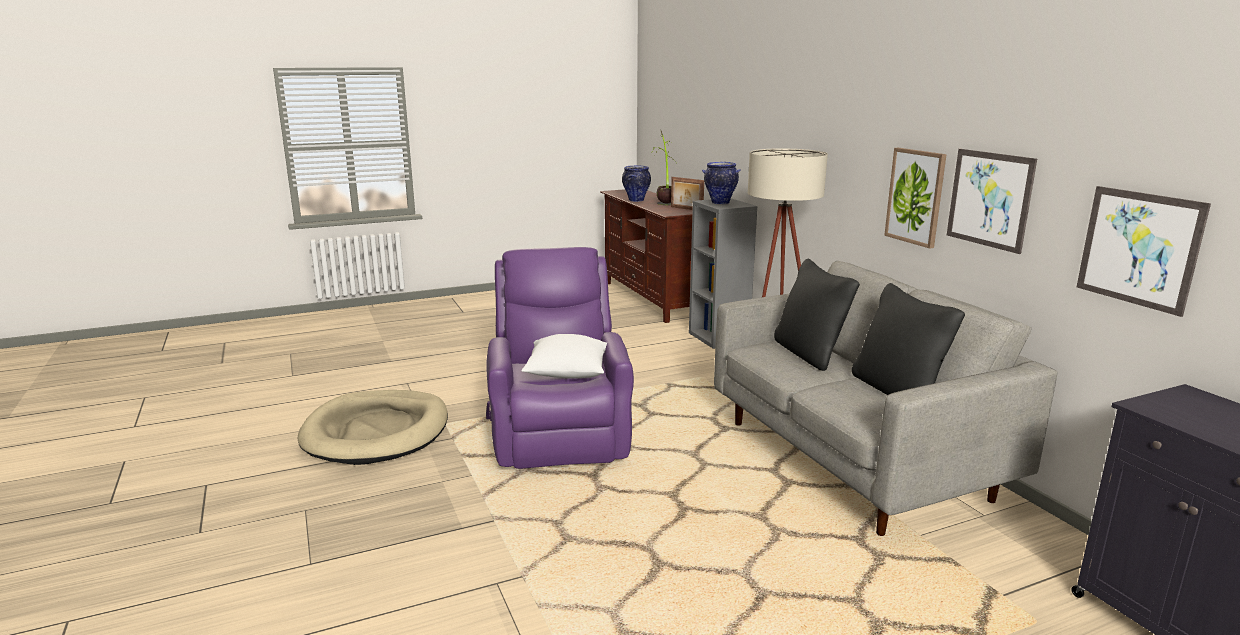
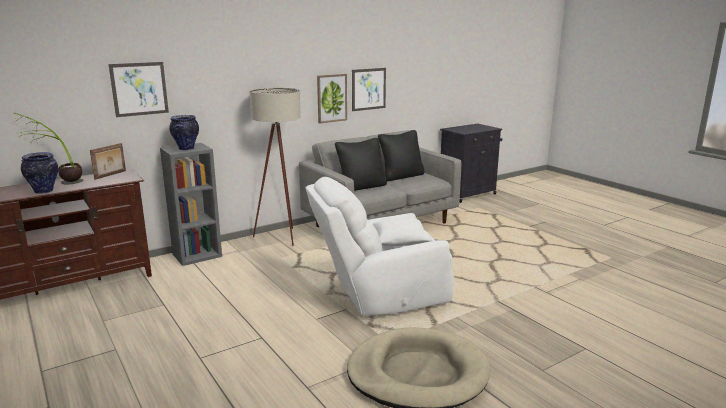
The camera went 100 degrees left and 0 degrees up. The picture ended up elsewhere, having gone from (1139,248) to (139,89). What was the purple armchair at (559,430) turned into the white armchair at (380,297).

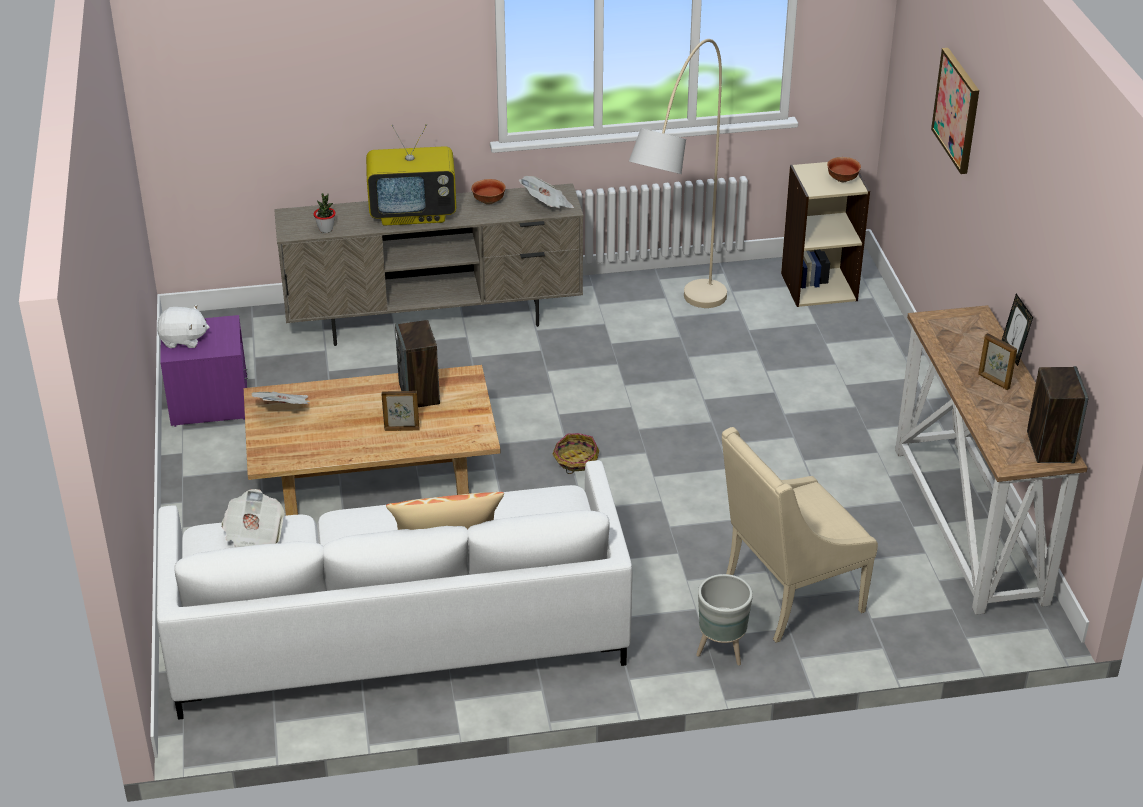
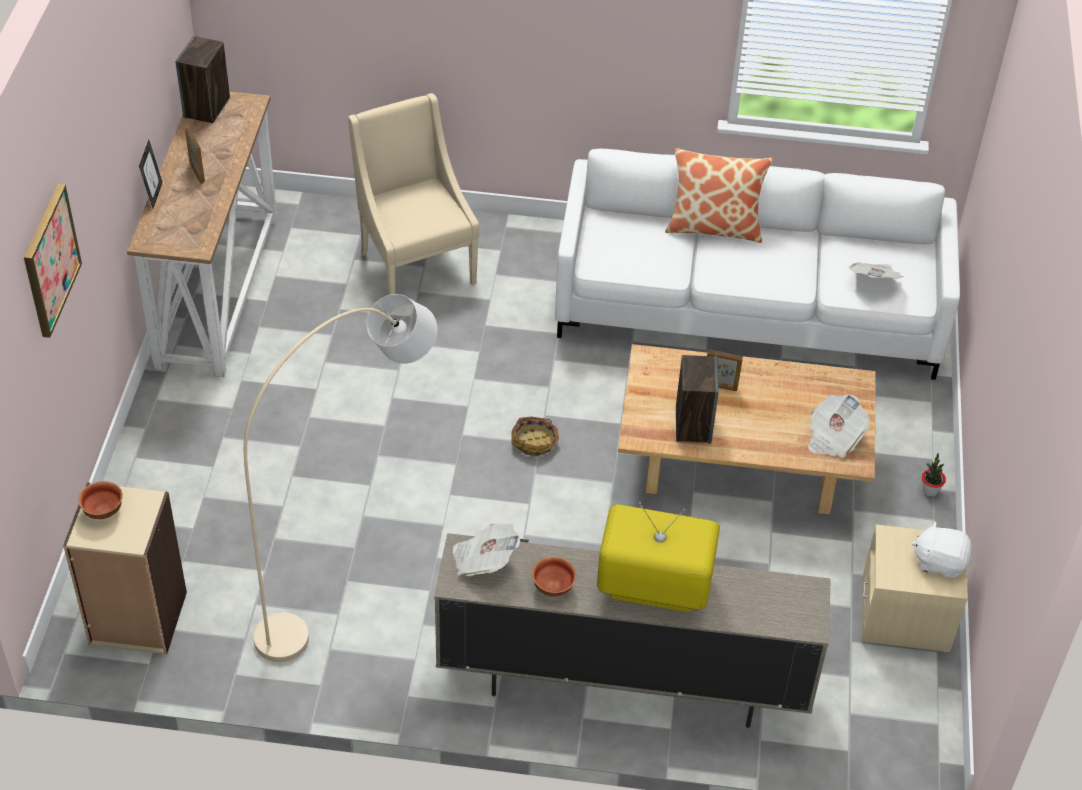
The camera went 165 degrees left and 10 degrees up. The second view lost the grey planter at (721,652). The potted plant ended up elsewhere, having gone from (326,229) to (930,491). What was the purple nightstand at (209,402) turned into the beige nightstand at (905,616). The beige armchair at (788,597) ended up facing another way, 105 degrees counterclockwise from before.

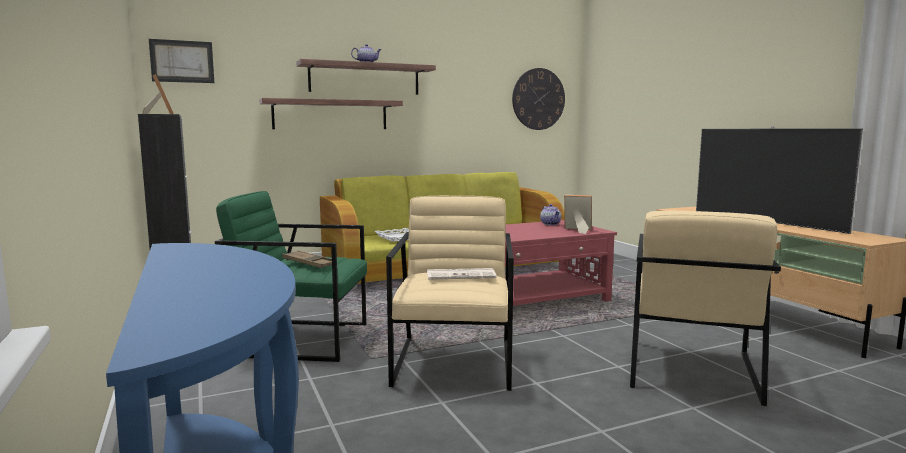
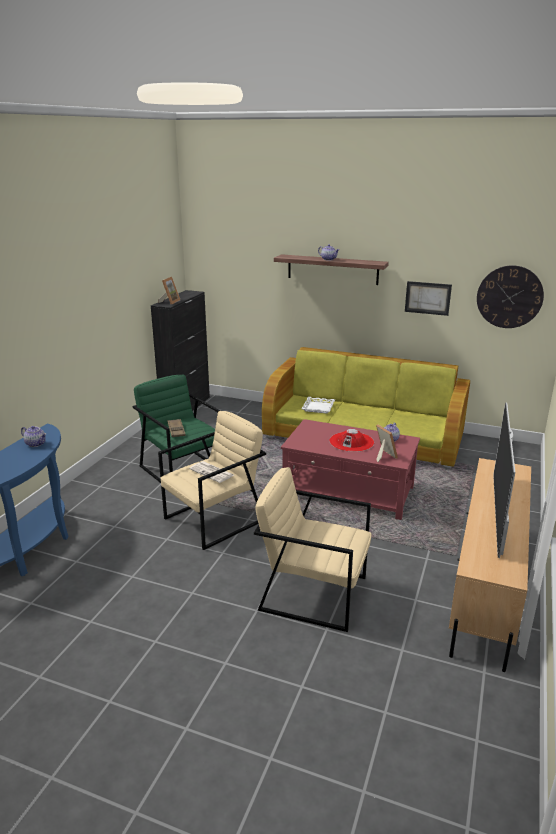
The camera went 45 degrees right and 15 degrees up. The second view lost the shelf at (330,114). The second view gained the teapot at (36,444). The second view gained the red hat at (351,442). The picture ended up elsewhere, having gone from (182,61) to (427,298). The beige armchair at (690,370) ended up facing another way, 45 degrees clockwise from before.

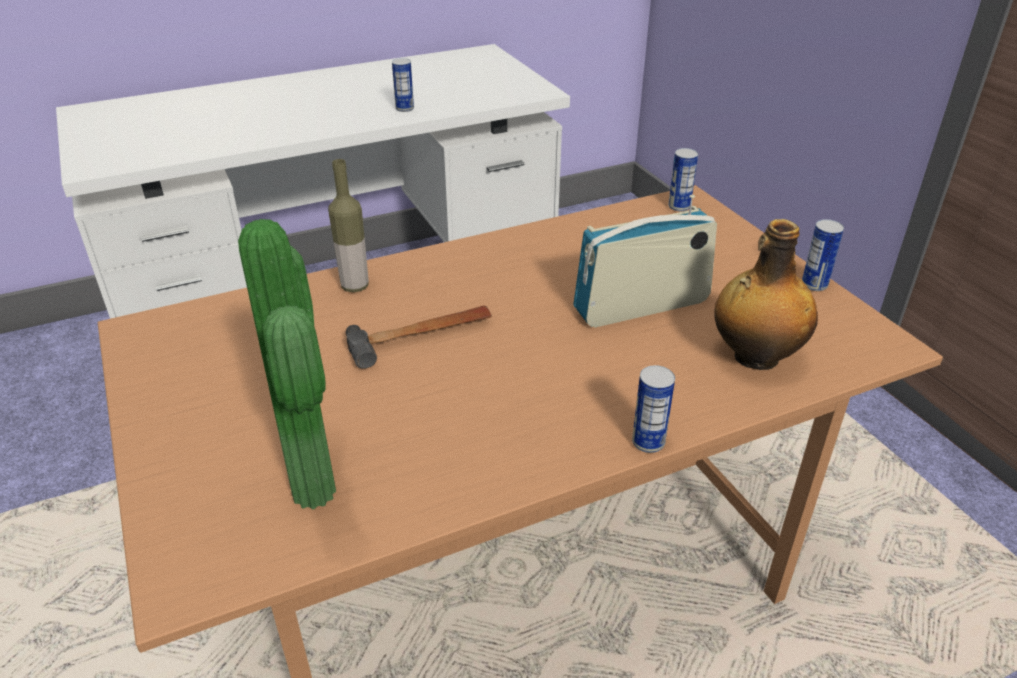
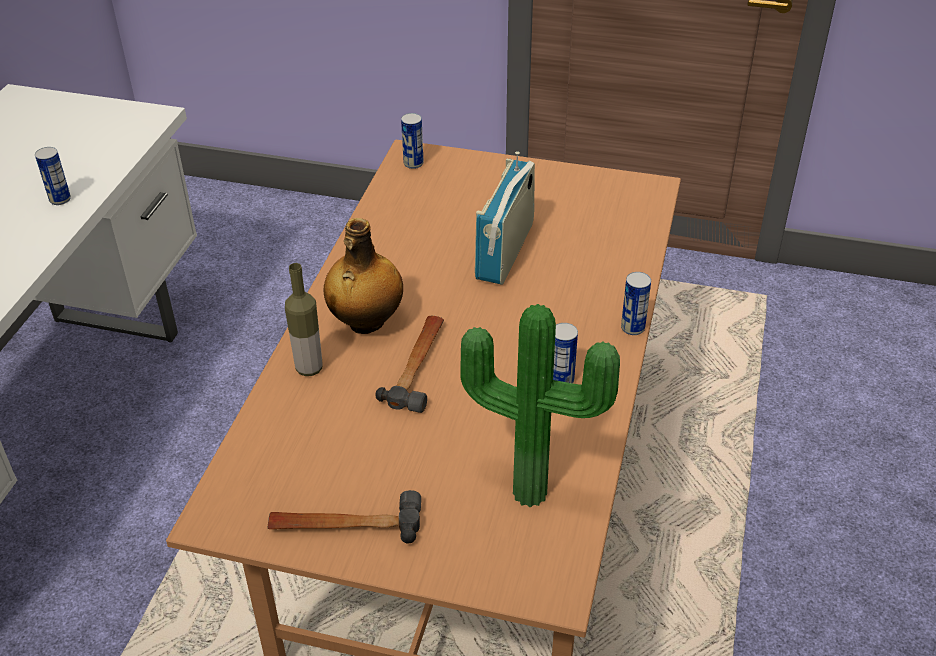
The camera went 50 degrees left and 5 degrees up. The second view gained the hammer at (345,524). The bottle ended up elsewhere, having gone from (754,357) to (365,323). The can ended up elsewhere, having gone from (814,285) to (561,380).

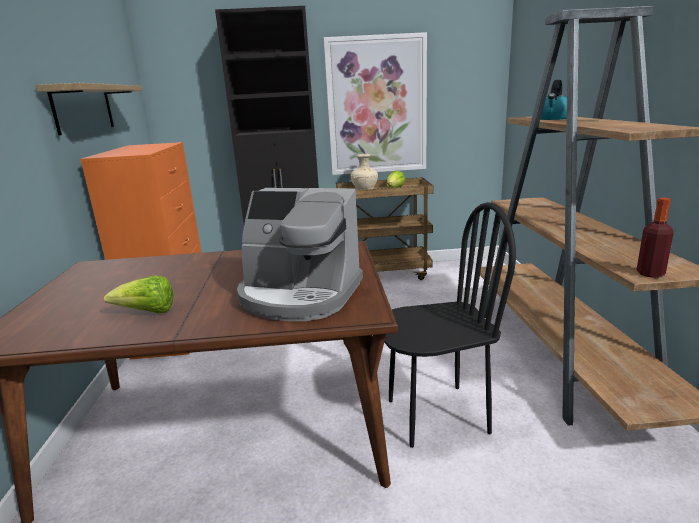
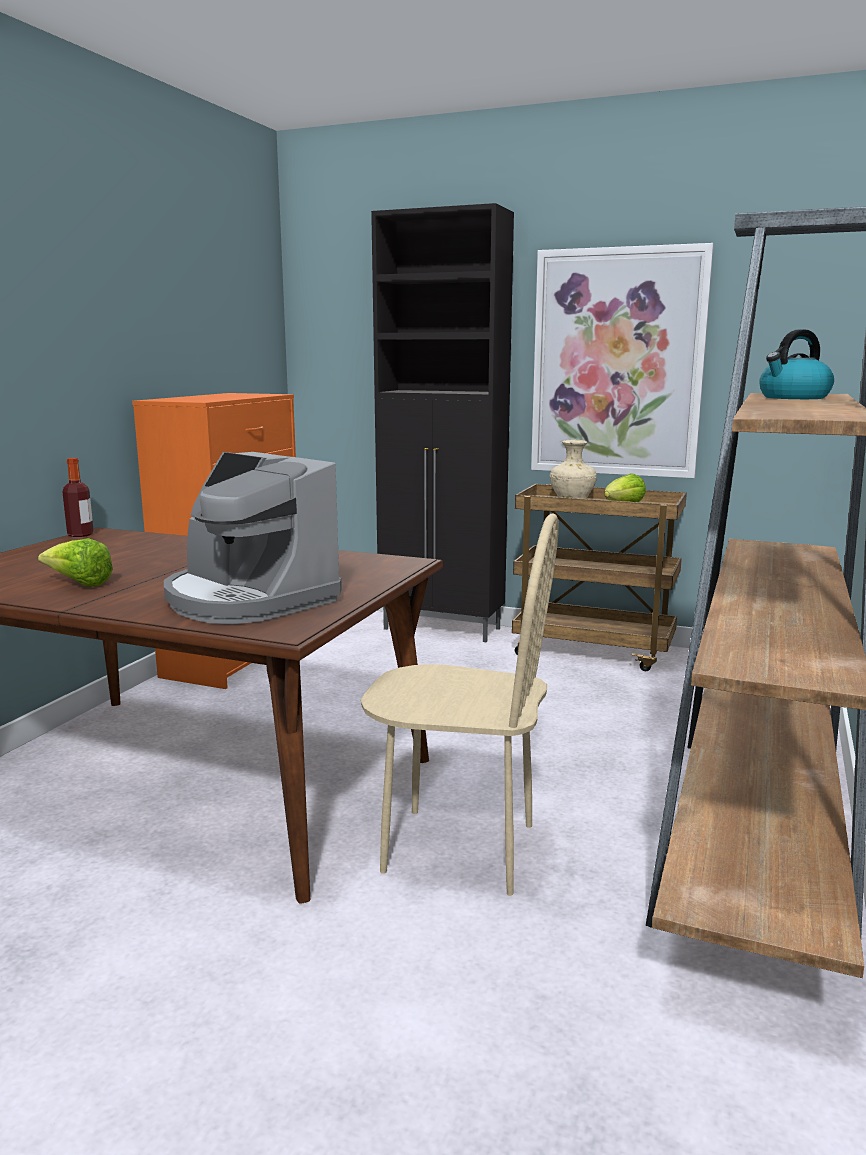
The camera went 25 degrees right and 5 degrees down. The second view lost the shelf at (83,108). The bottle ended up elsewhere, having gone from (650,274) to (80,535). What was the black chair at (437,415) turned into the beige chair at (459,848).

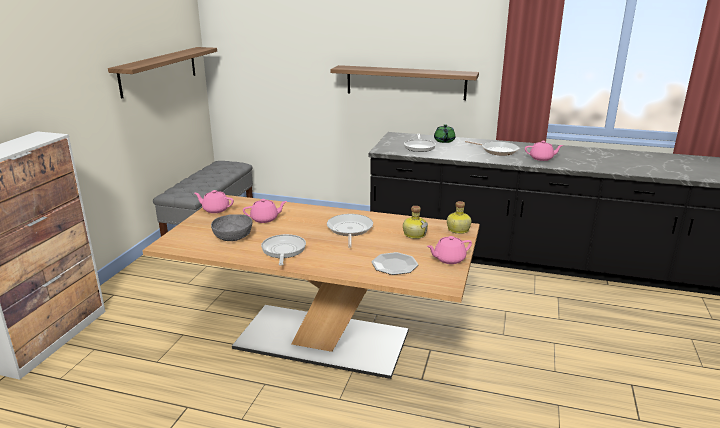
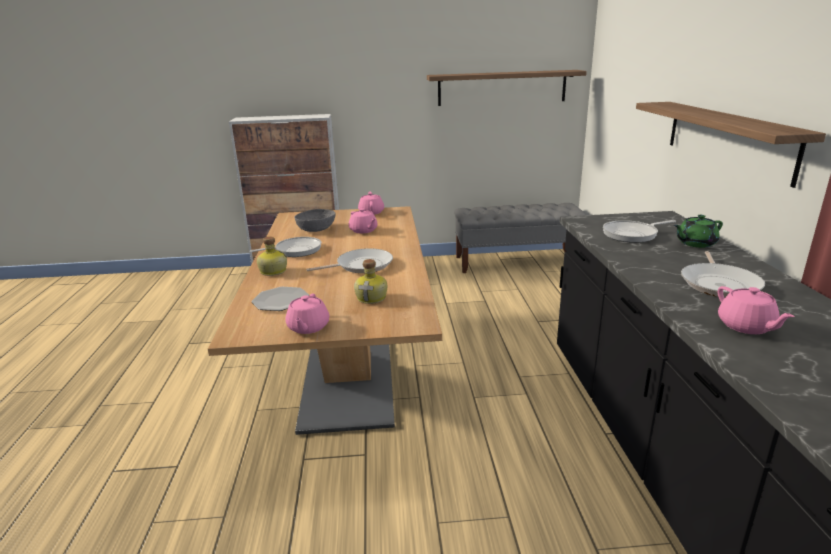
The camera went 70 degrees right and 0 degrees up. The bottle ended up elsewhere, having gone from (458,230) to (272,271). The pink teapot at (448,259) ended up facing another way, 135 degrees counterclockwise from before.

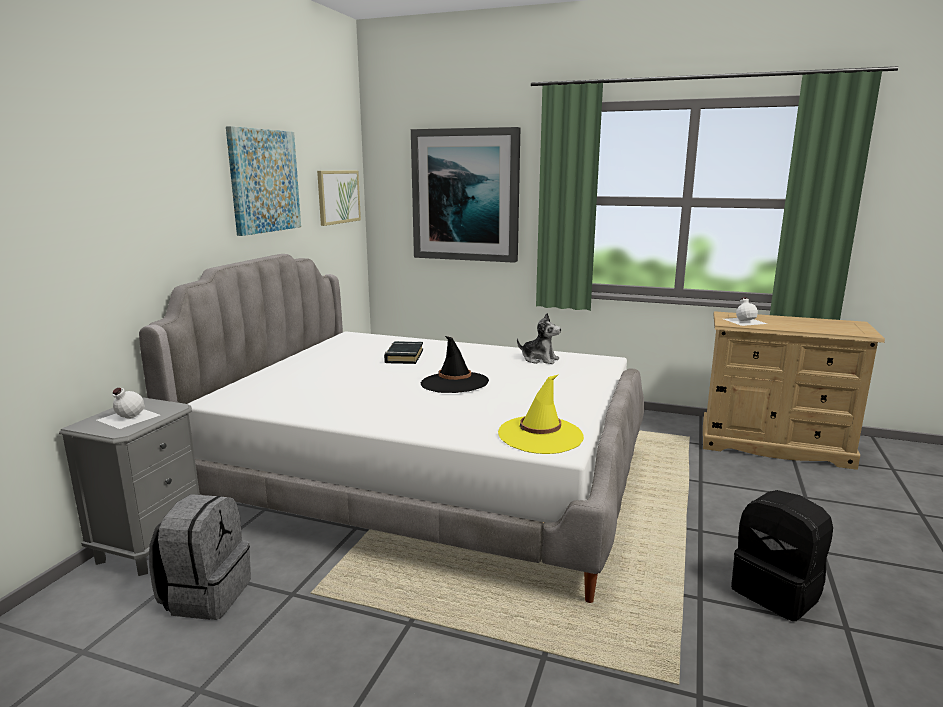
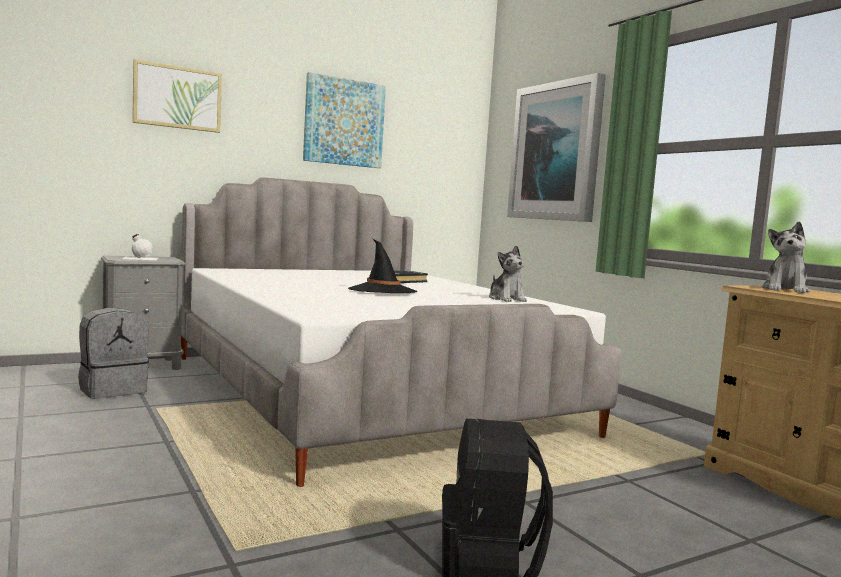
The camera went 40 degrees right and 10 degrees down. The second view lost the yellow hat at (540,435). The picture ended up elsewhere, having gone from (338,197) to (177,97). Where the white bottle stood at (744,321), the plush toy came to stand at (785,290).

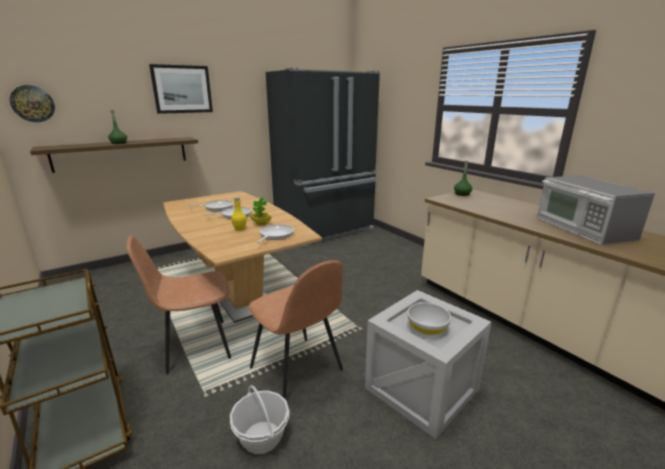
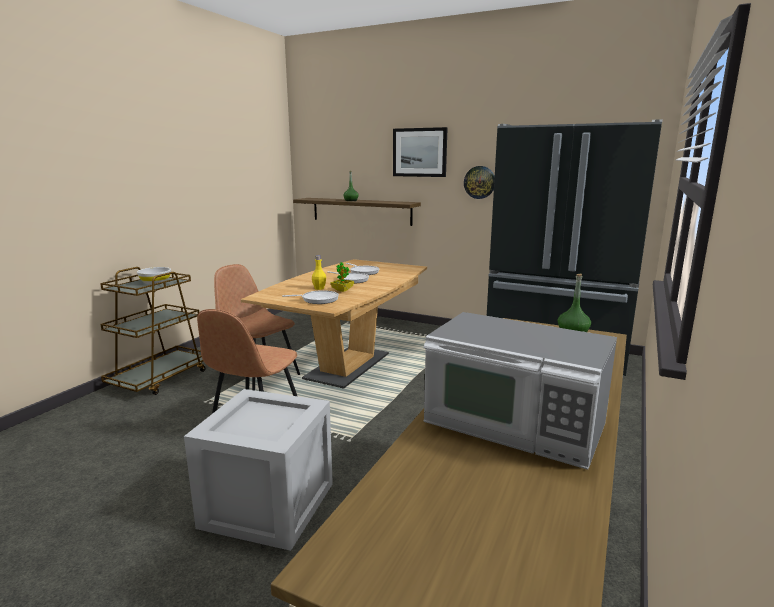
The camera went 60 degrees right and 5 degrees down. The second view lost the basket at (261,437). The wall clock ended up elsewhere, having gone from (33,104) to (479,182). The white bowl ended up elsewhere, having gone from (427,329) to (155,283). The microwave at (582,228) ended up facing another way, 105 degrees counterclockwise from before.

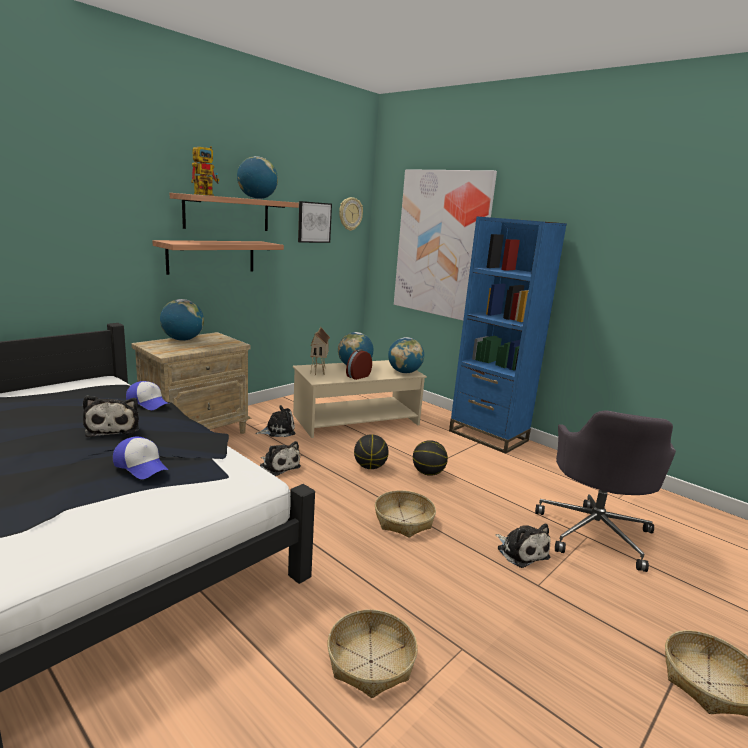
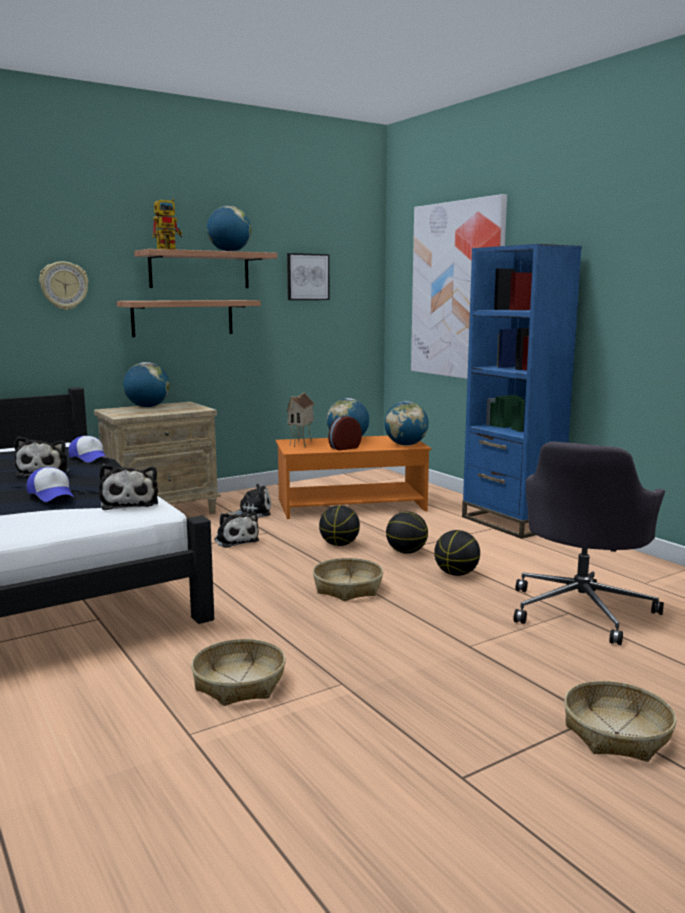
The camera went 15 degrees right and 5 degrees down. The second view gained the basketball at (456,574). The wall clock ended up elsewhere, having gone from (350,214) to (64,285). The plush toy ended up elsewhere, having gone from (521,552) to (130,503). What was the beige coffee table at (355,420) turned into the orange coffee table at (350,505).

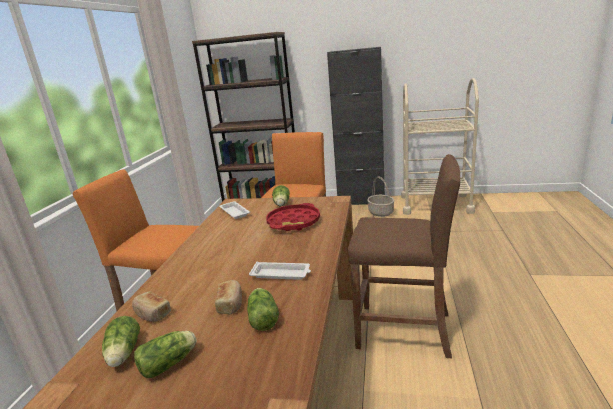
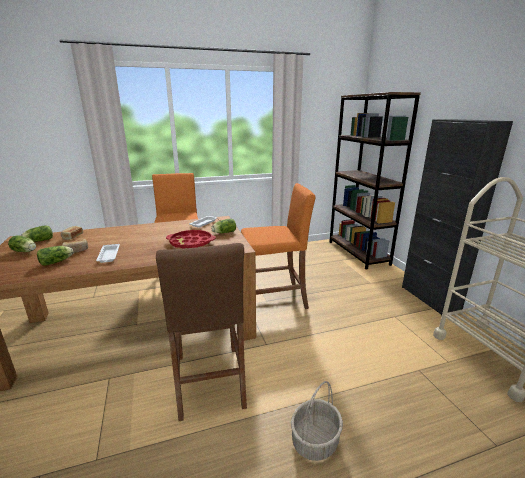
The camera went 60 degrees right and 0 degrees up. The basket ended up elsewhere, having gone from (381,212) to (315,441).

